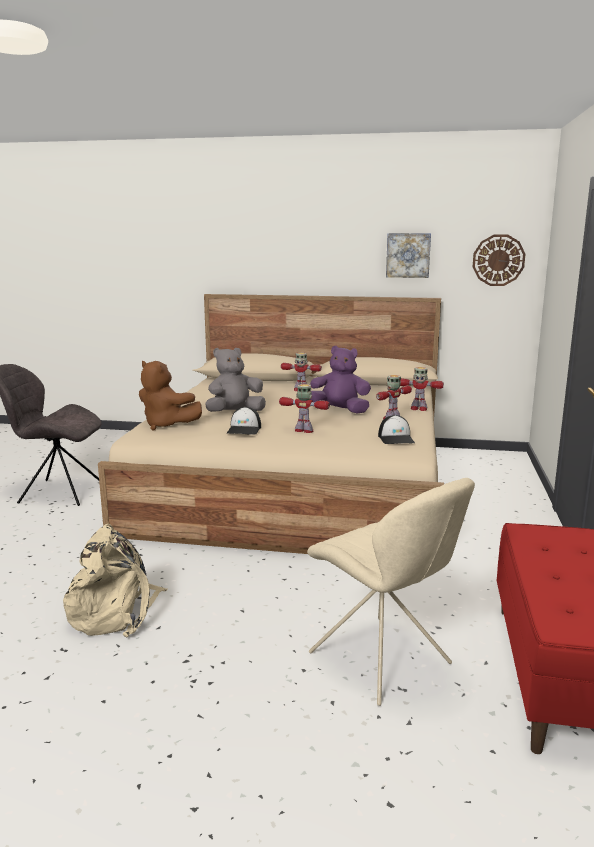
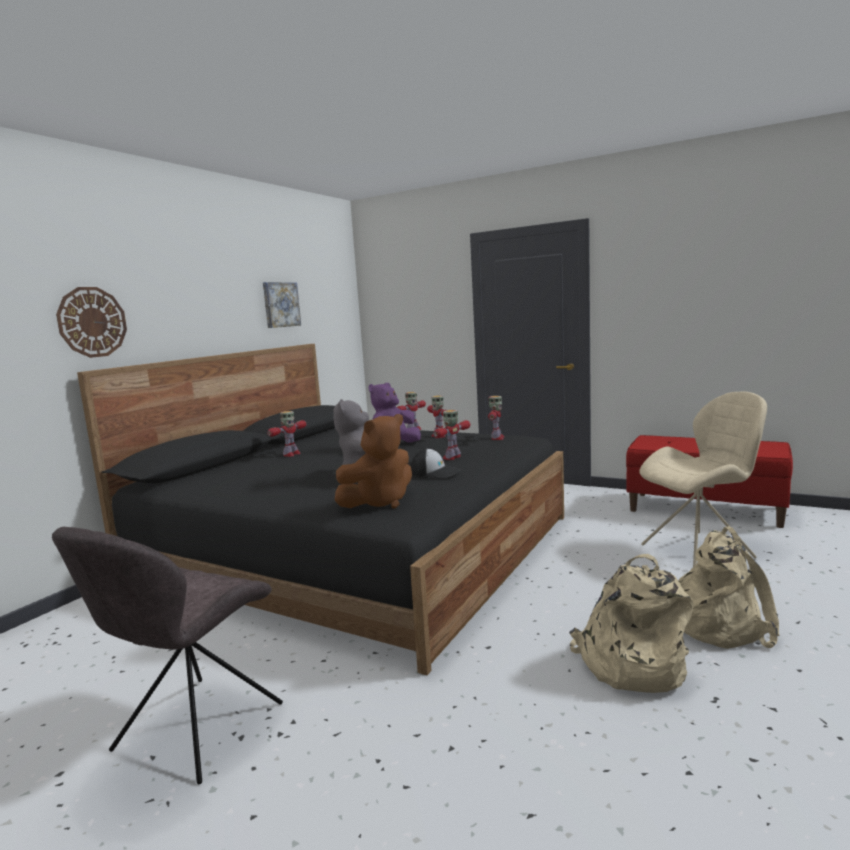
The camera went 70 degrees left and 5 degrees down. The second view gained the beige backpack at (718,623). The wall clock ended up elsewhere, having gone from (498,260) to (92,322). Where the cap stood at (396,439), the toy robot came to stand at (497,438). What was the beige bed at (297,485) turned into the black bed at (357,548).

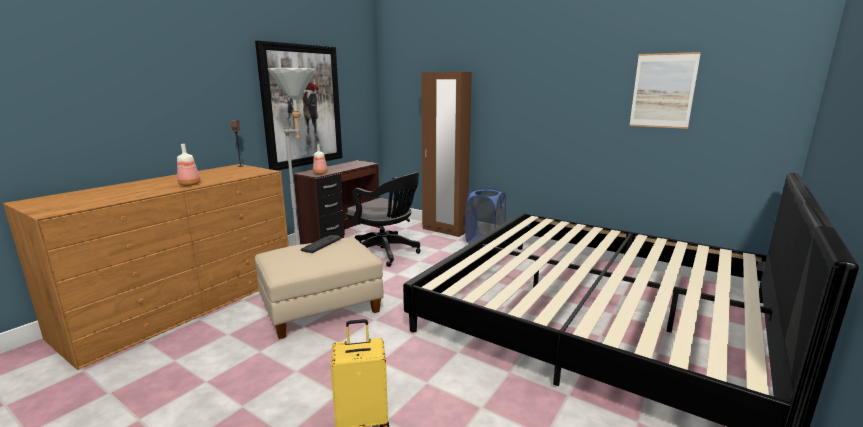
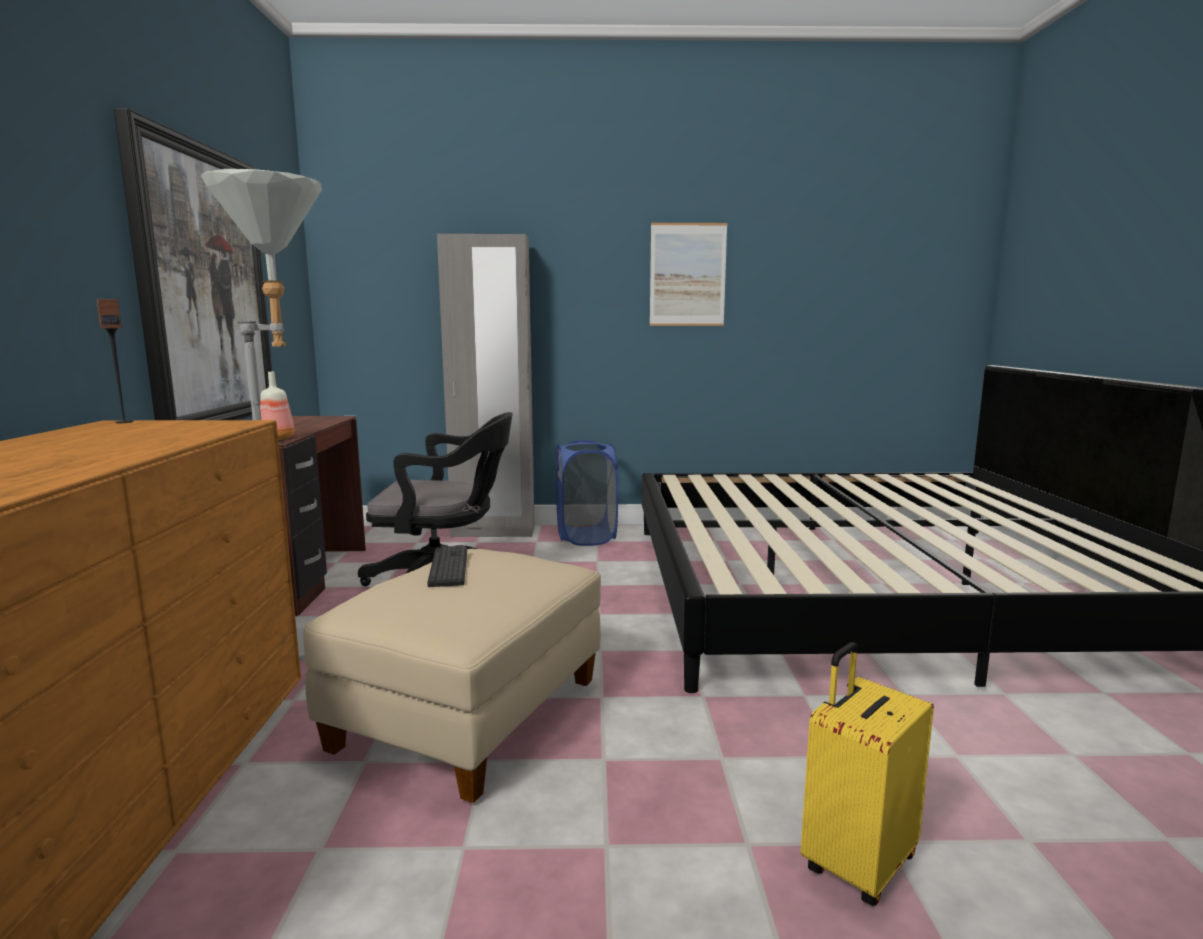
The camera went 35 degrees left and 5 degrees down. The second view lost the bottle at (189,184). The picture ended up elsewhere, having gone from (663,91) to (687,275). What was the brown wardrobe at (444,230) turned into the grey wardrobe at (493,532).

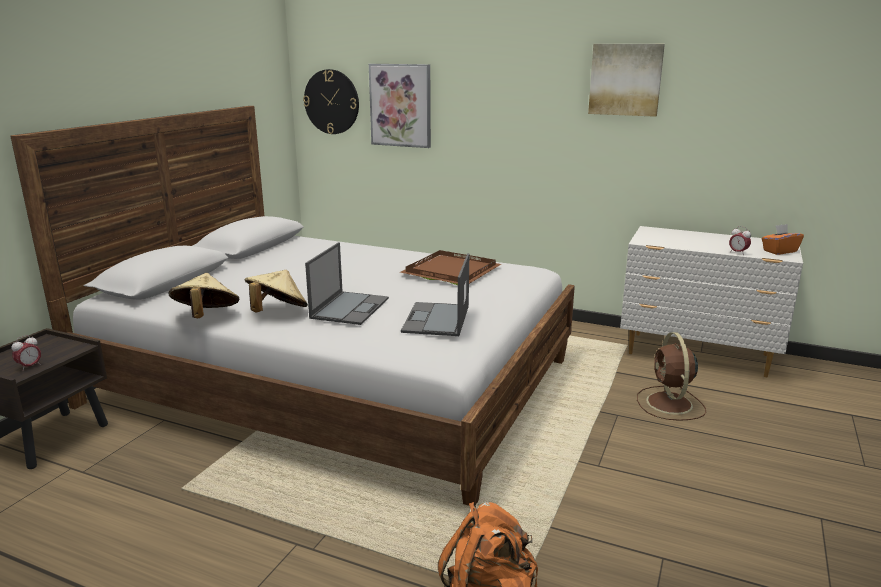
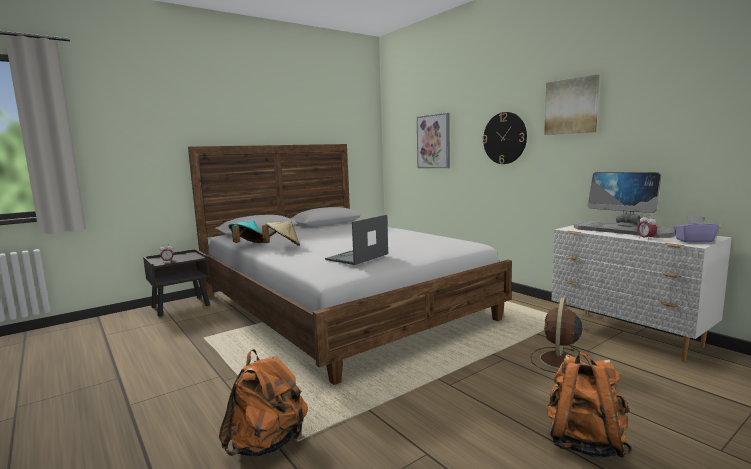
The camera went 30 degrees right and 10 degrees down. The second view lost the laptop at (350,308). The second view lost the brown tray at (450,271). The second view gained the orange backpack at (584,442). The second view gained the monitor at (623,230). The wall clock ended up elsewhere, having gone from (331,102) to (504,138). What was the beige hat at (206,317) turned into the turquoise hat at (248,245). What was the orange tissue box at (779,251) turned into the purple tissue box at (694,240).

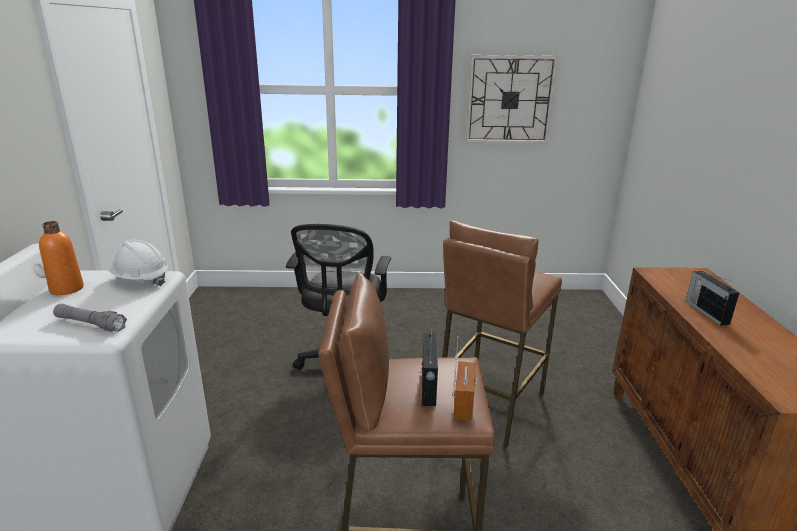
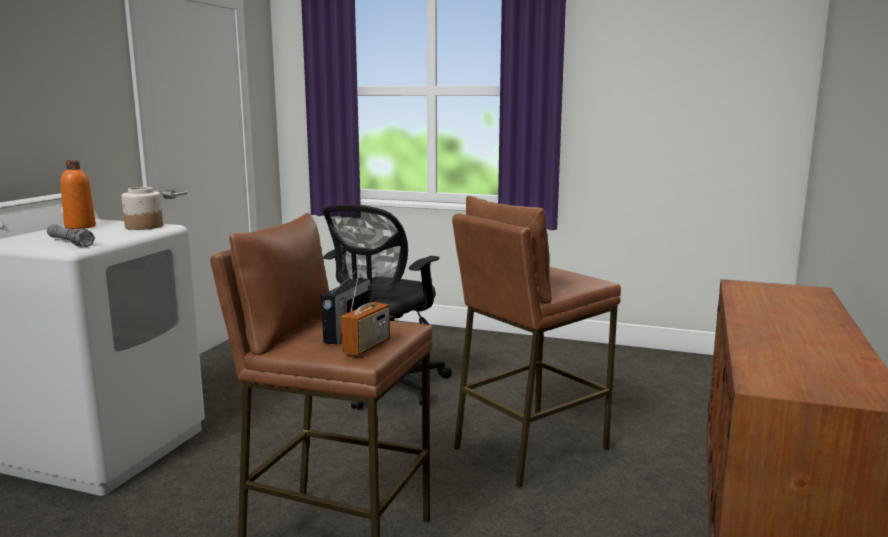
The camera went 20 degrees right and 10 degrees down. The second view lost the wall clock at (509,100). The second view lost the radio at (706,312). Where the white hard hat stood at (141,280), the jar came to stand at (144,226).

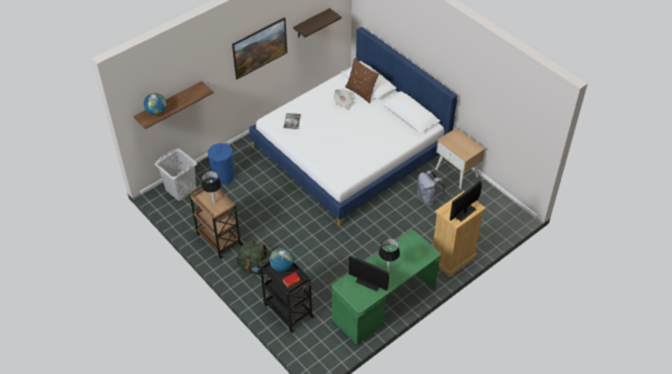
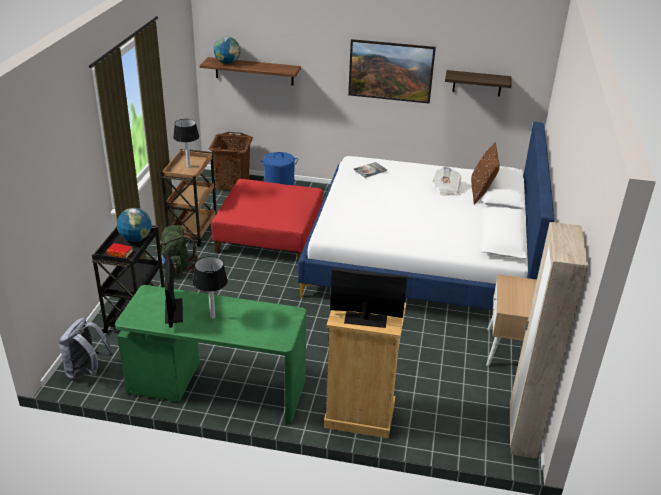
The camera went 50 degrees right and 15 degrees down. The second view gained the red ottoman at (269,235). The second view gained the beige wardrobe at (522,432). The grey backpack ended up elsewhere, having gone from (428,198) to (87,371). What was the grey laundry basket at (181,190) turned into the brown laundry basket at (232,184).

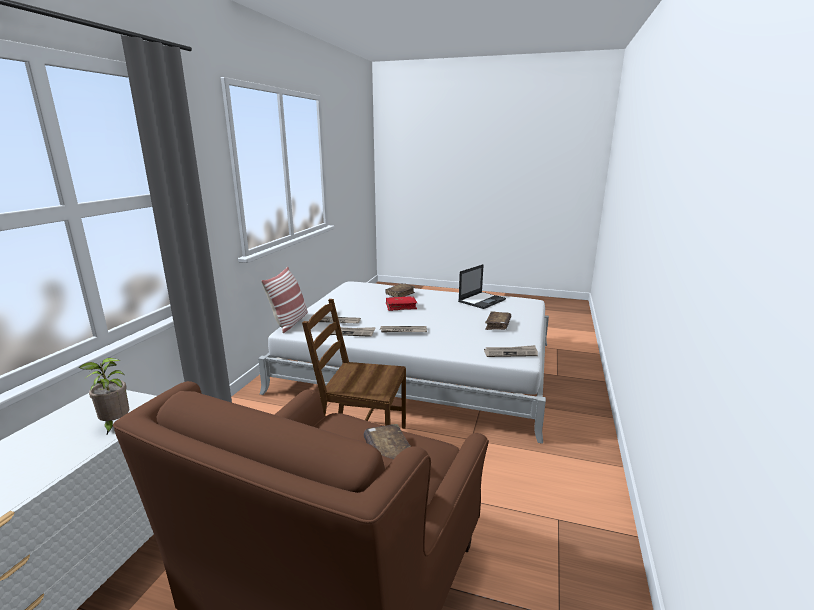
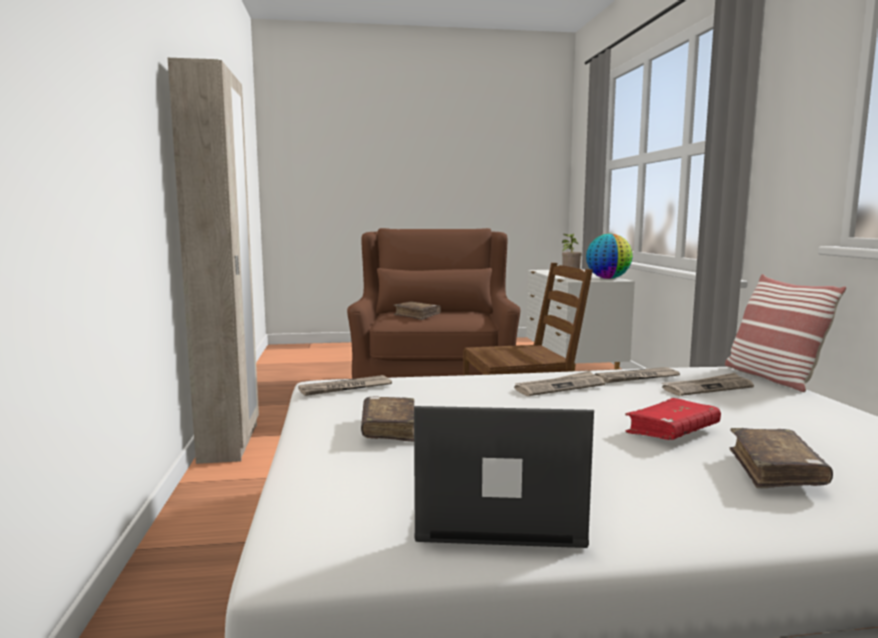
The camera went 155 degrees right and 10 degrees down. The second view gained the beige wardrobe at (230,443). The second view gained the globe at (608,278). The laptop at (482,300) ended up facing another way, 75 degrees clockwise from before.

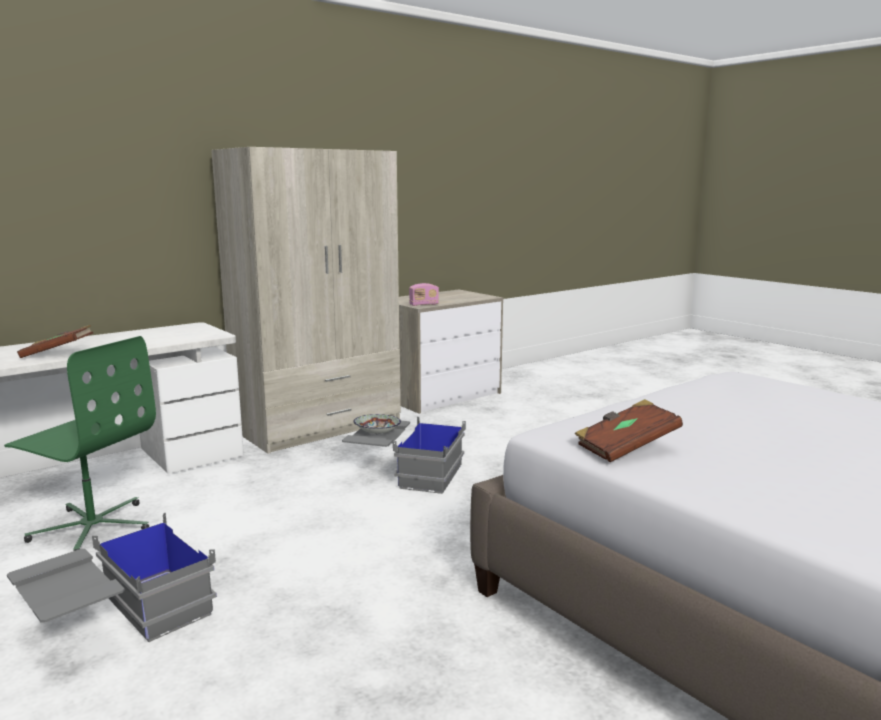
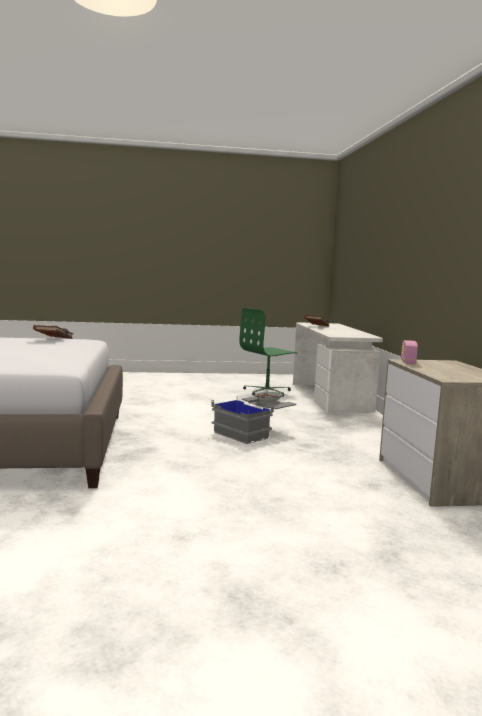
The camera went 120 degrees right and 5 degrees down. The second view lost the grey storage box at (119,623). The second view lost the beige wardrobe at (319,425).

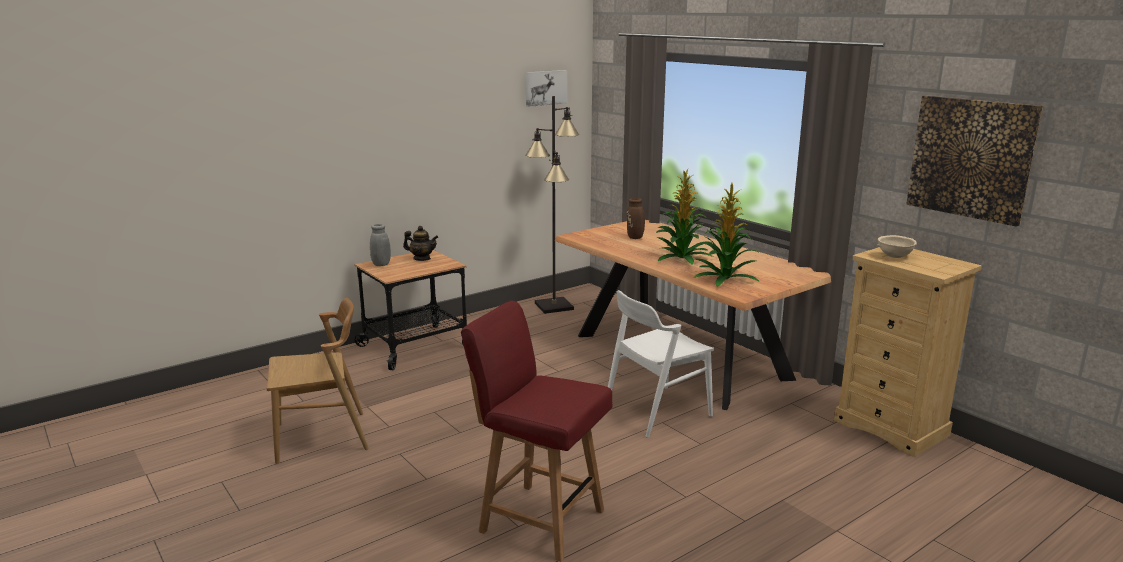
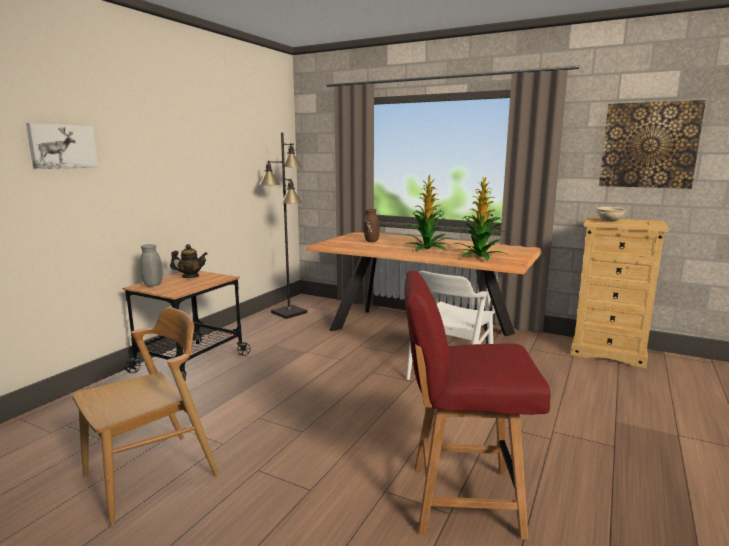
The camera went 25 degrees left and 5 degrees down. The picture ended up elsewhere, having gone from (545,88) to (62,146).

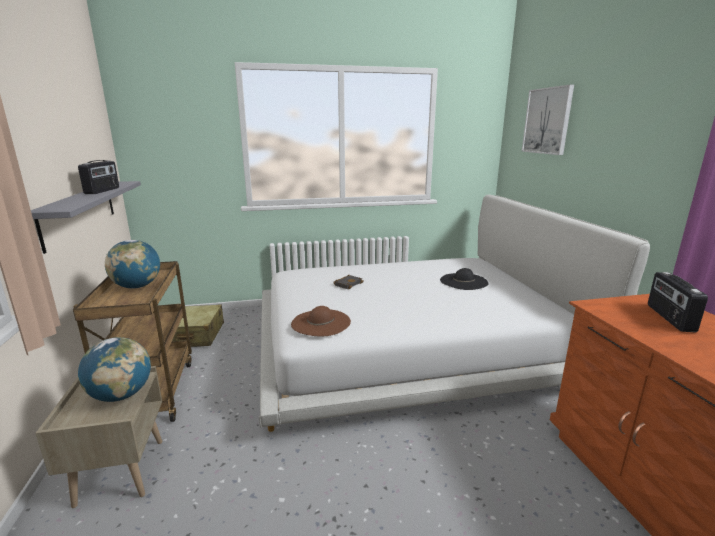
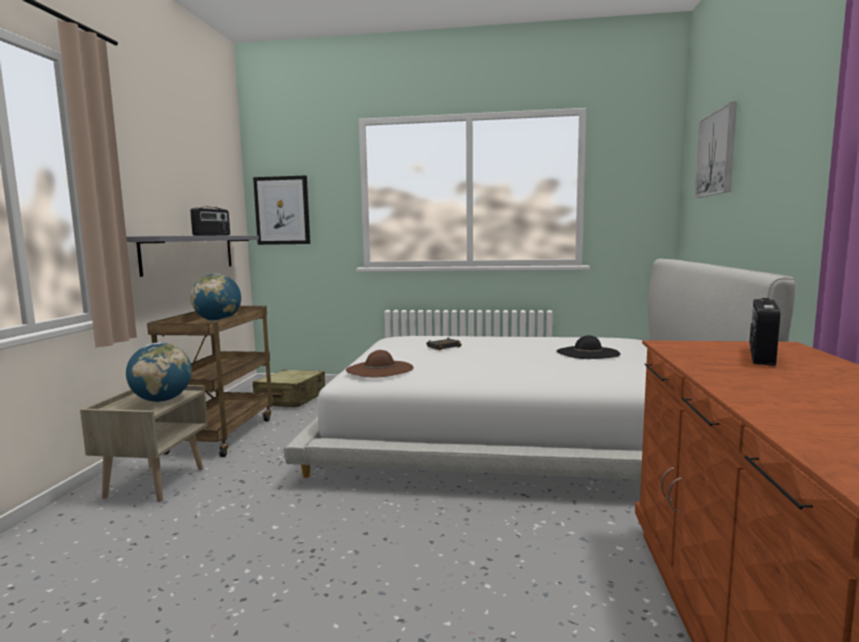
The camera went 20 degrees right and 10 degrees down. The second view gained the picture at (282,210).

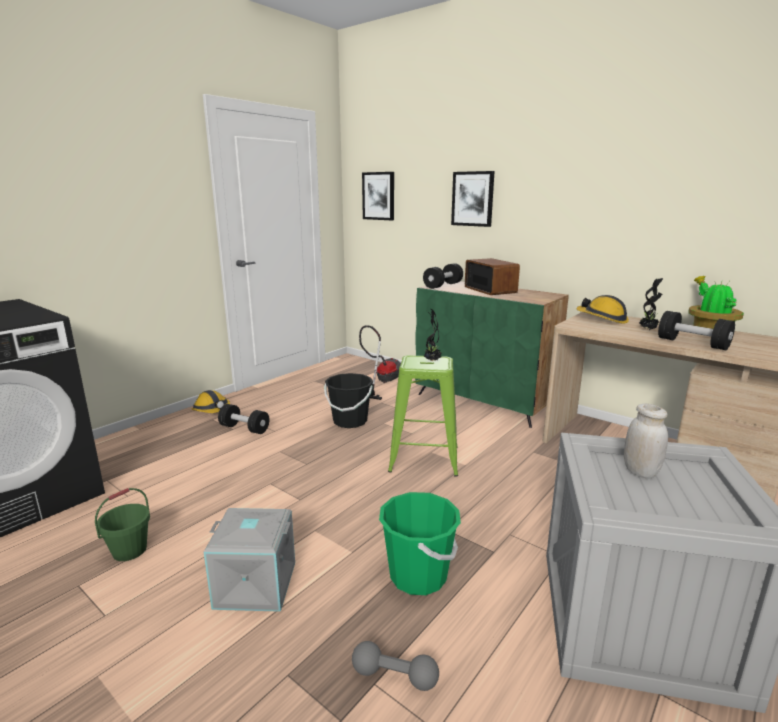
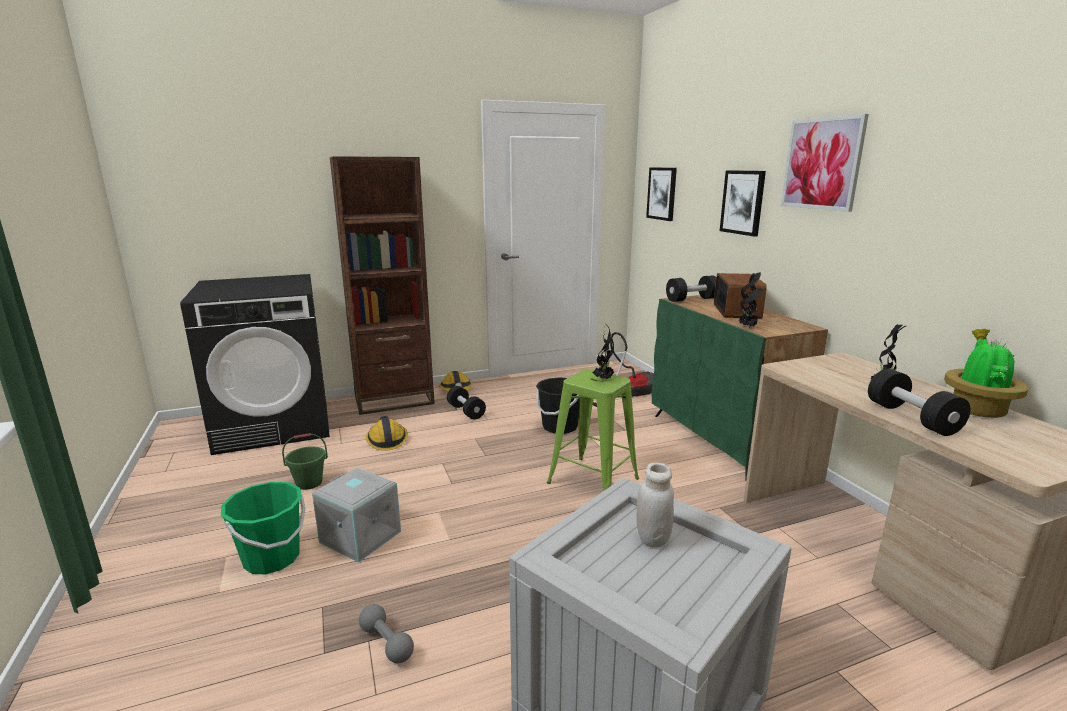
The camera went 30 degrees right and 0 degrees up. The second view gained the brown bookcase at (394,400). The second view gained the potted plant at (748,327). The second view gained the picture at (822,164). The green bucket ended up elsewhere, having gone from (418,576) to (272,558). The hard hat ended up elsewhere, having gone from (602,319) to (386,440).

